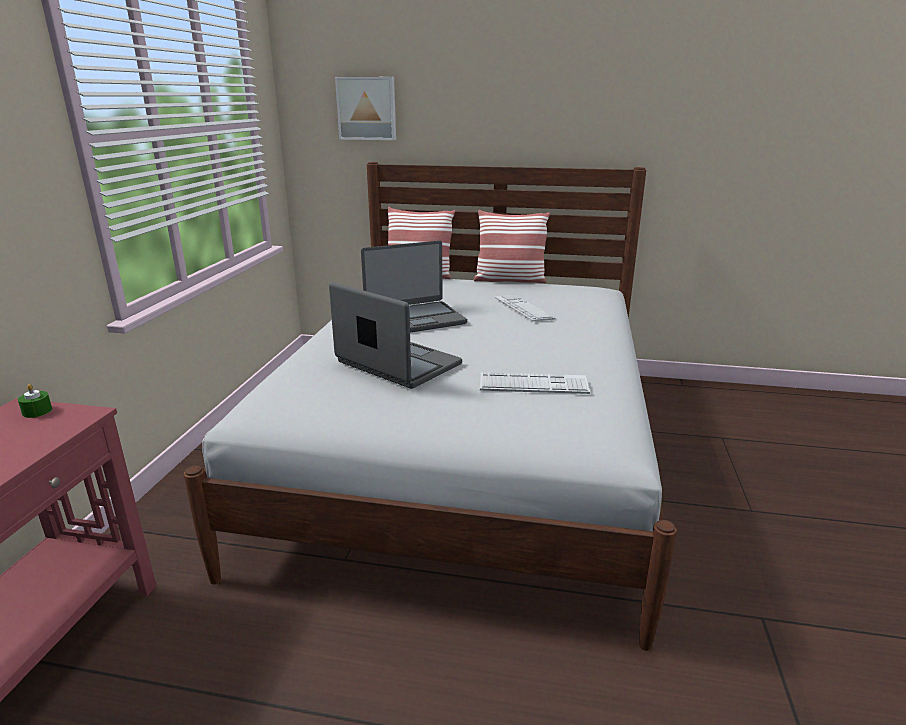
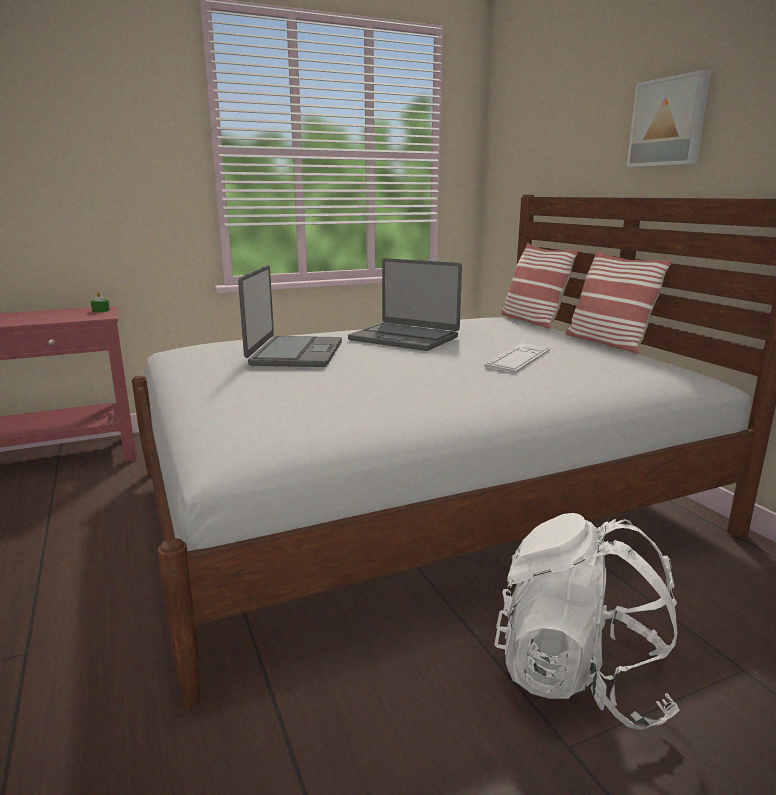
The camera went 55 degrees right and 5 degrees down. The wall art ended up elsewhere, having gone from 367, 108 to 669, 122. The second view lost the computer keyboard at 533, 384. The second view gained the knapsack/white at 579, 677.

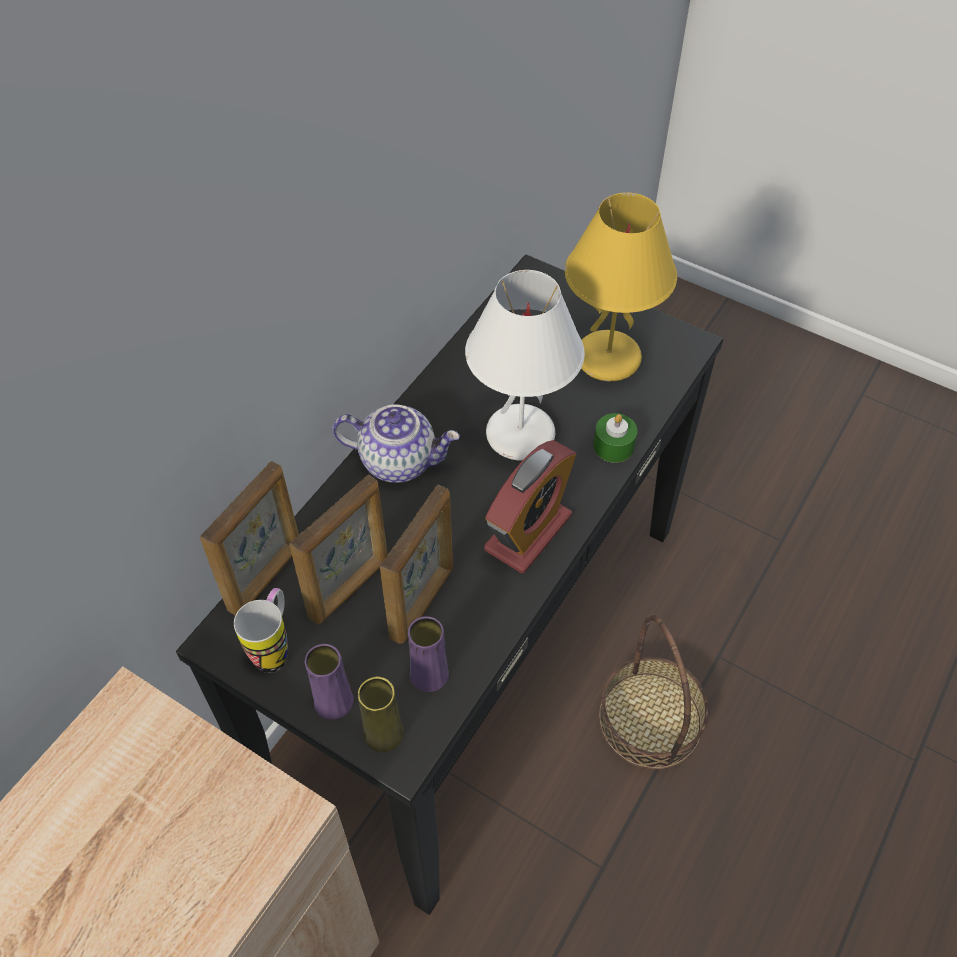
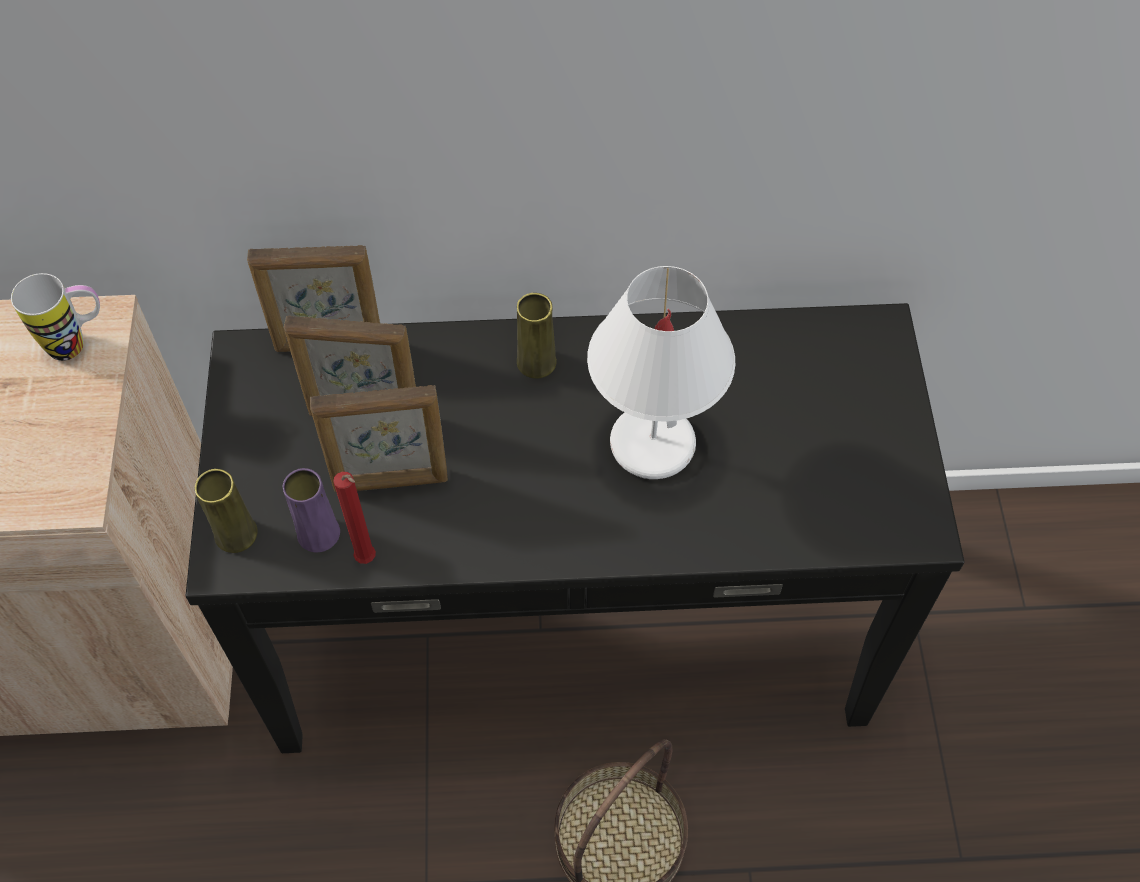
The camera went 55 degrees right and 5 degrees up. The second view lost the lamp for a table/yellow at 609, 358. Where the tea pot stood at 399, 460, the flower vase/yellow came to stand at 536, 362. The second view lost the wax light/green at 613, 446. The second view lost the alarm clock at 528, 533. The mug ended up elsewhere, having gone from 275, 648 to 78, 343. The second view lost the flower vase/purple at 333, 701. The second view gained the wax light/red at 368, 560.

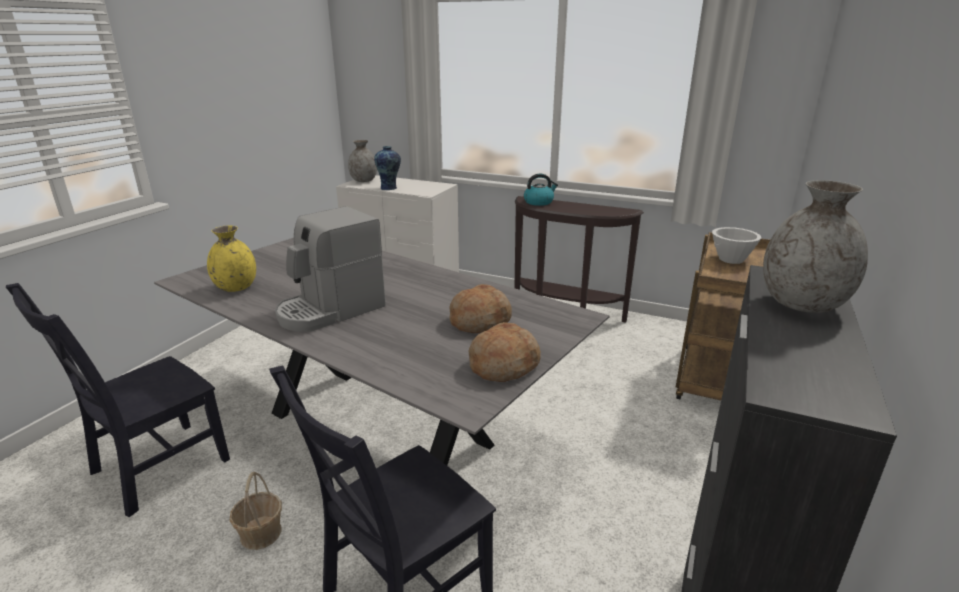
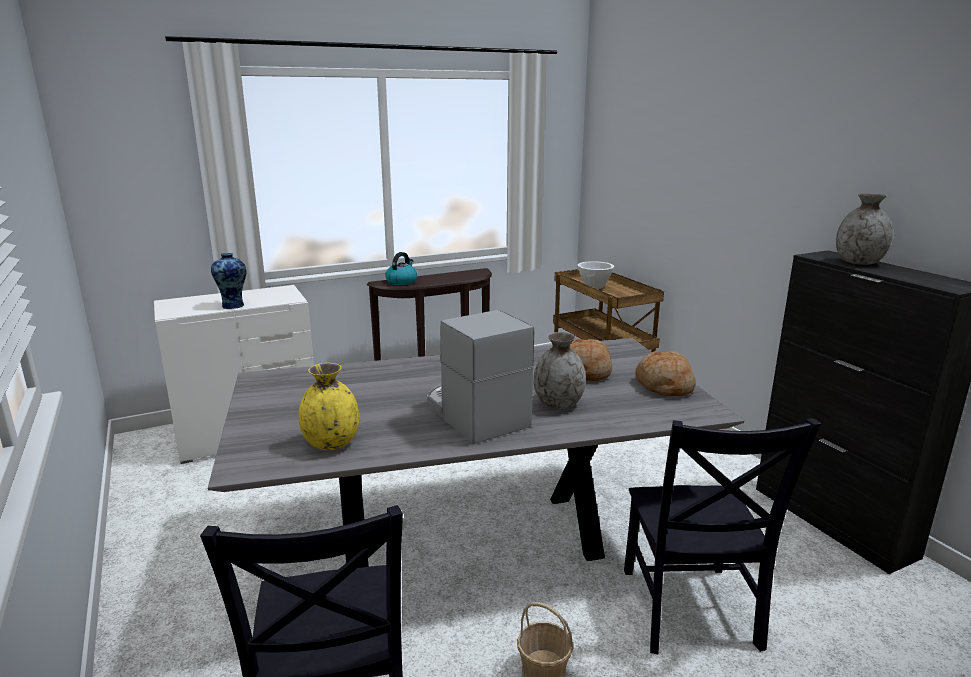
The camera went 50 degrees left and 5 degrees down. The flower vase/greyish ended up elsewhere, having gone from 363, 181 to 558, 404. The coffee machine at 330, 310 ended up facing another way, 150 degrees clockwise from before.

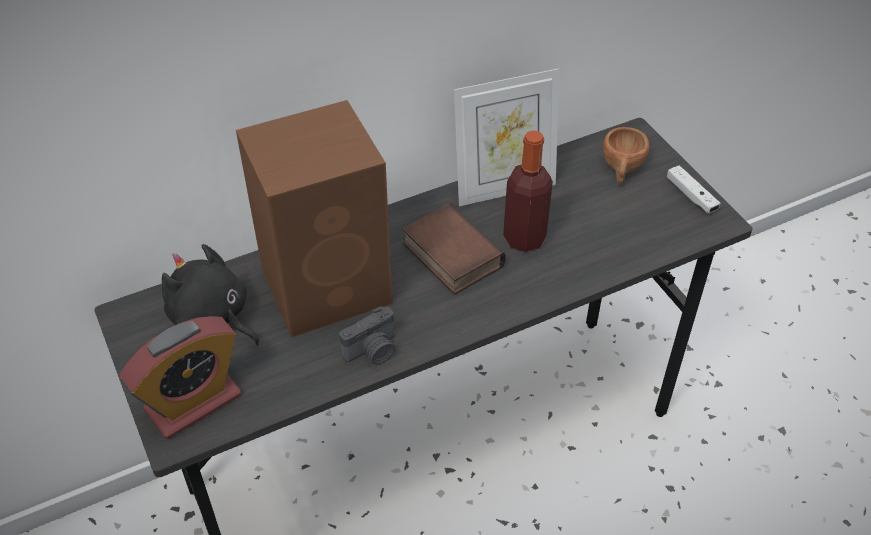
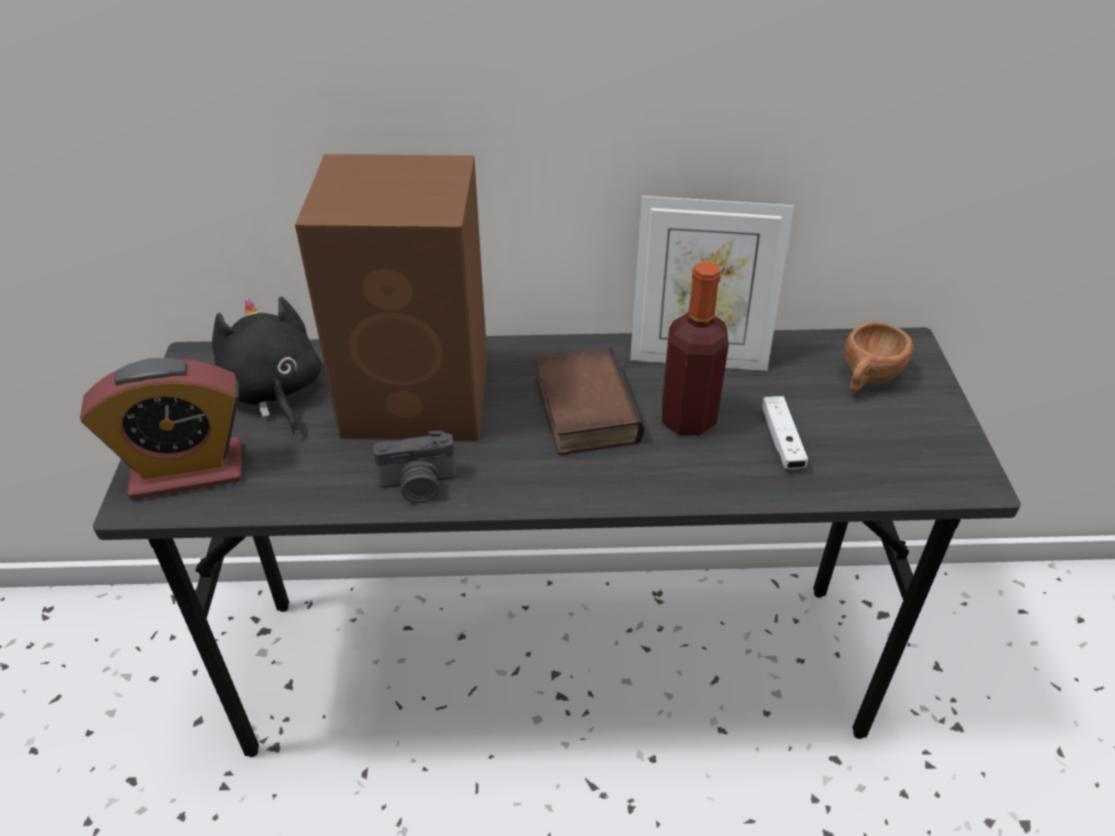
The camera went 25 degrees right and 5 degrees down. The gamepad/white ended up elsewhere, having gone from 691, 195 to 781, 441.

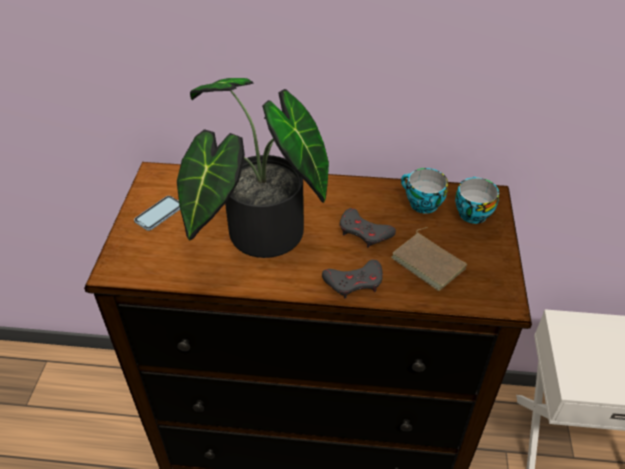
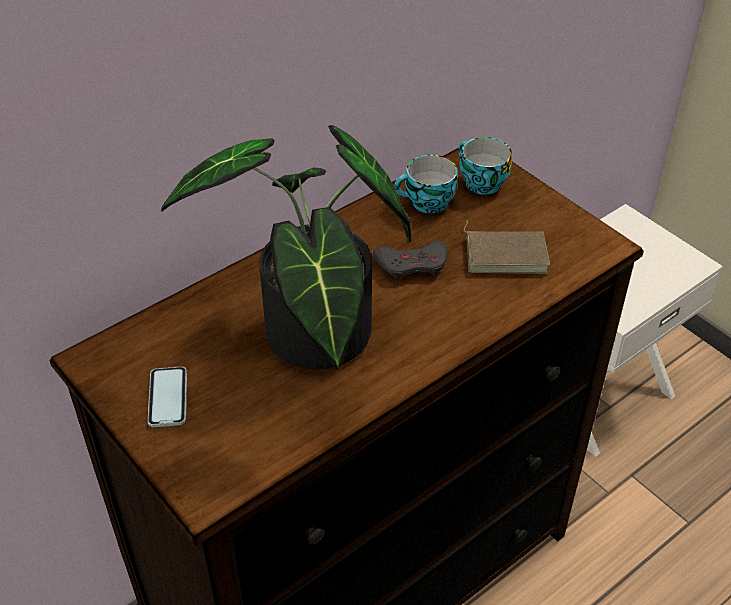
The camera went 45 degrees left and 0 degrees up. The second view lost the gamepad/greyish at 354, 282.

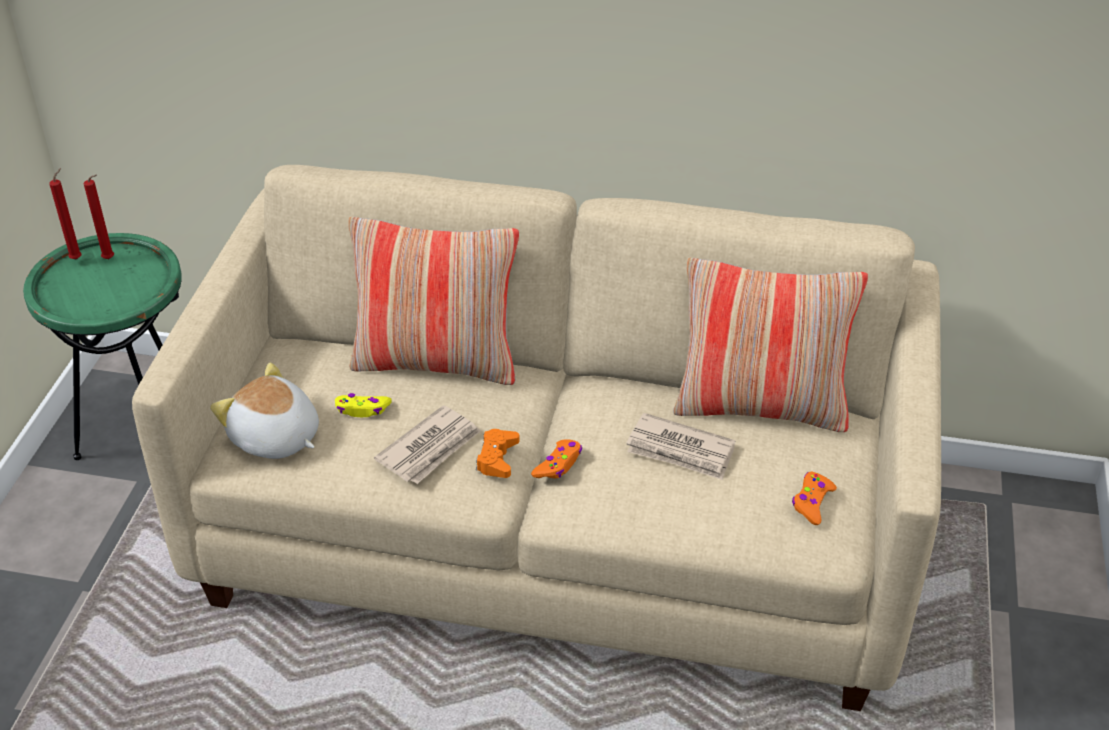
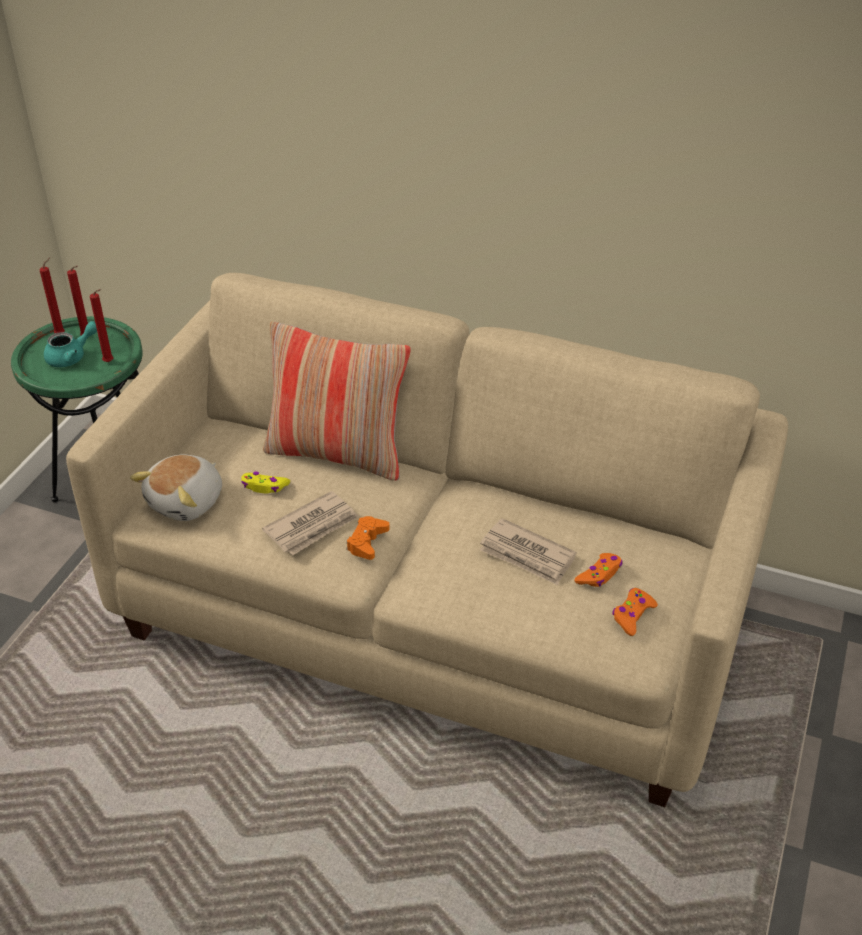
The camera went 10 degrees right and 0 degrees up. The second view lost the cushion at 760, 406. The cuddly toy at 275, 438 ended up facing another way, 105 degrees counterclockwise from before. The gamepad/orange ended up elsewhere, having gone from 558, 465 to 599, 575. The second view gained the wax light/red at 110, 362. The second view gained the tea pot/turquoise-coloured at 72, 357.

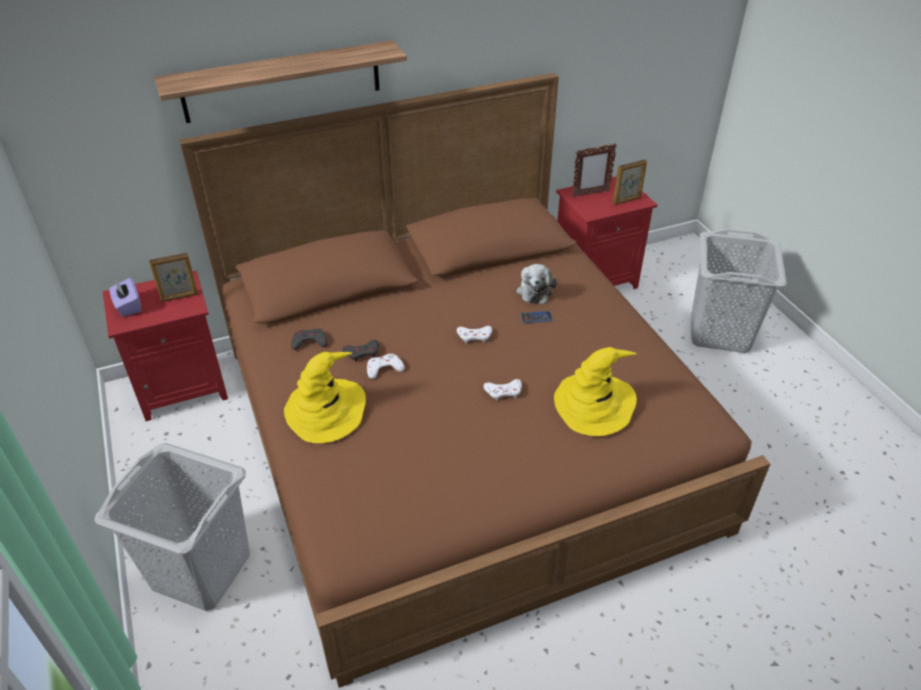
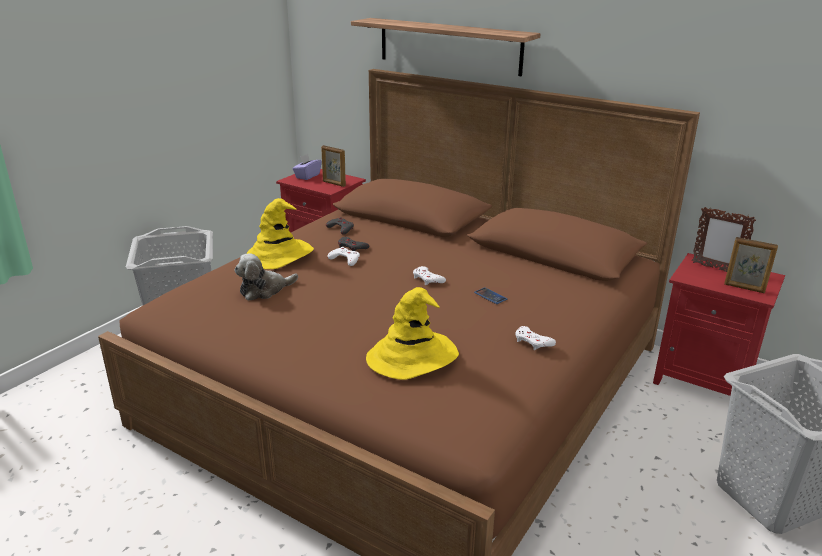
The camera went 55 degrees right and 15 degrees down. The cuddly toy ended up elsewhere, having gone from 534, 290 to 264, 290. The gamepad/white ended up elsewhere, having gone from 503, 392 to 533, 342.

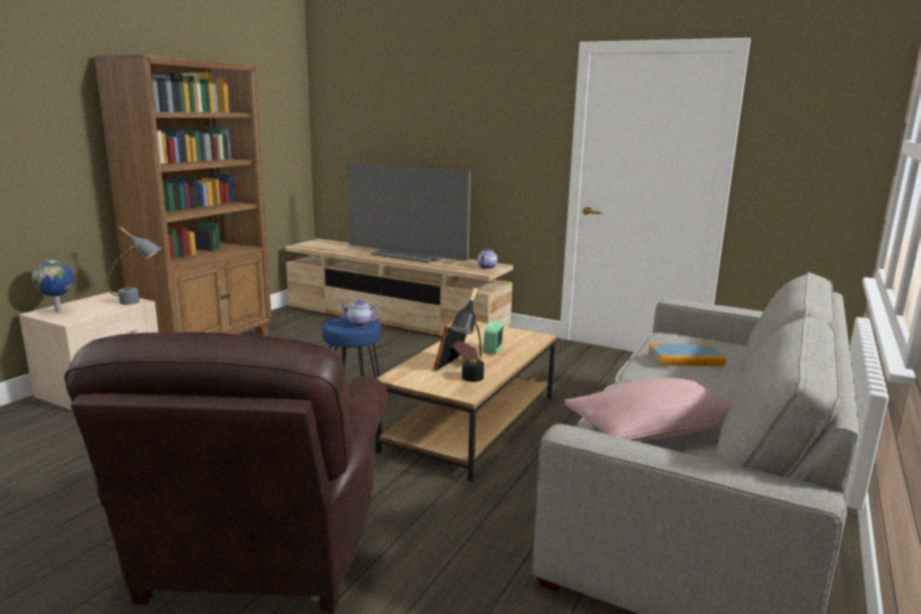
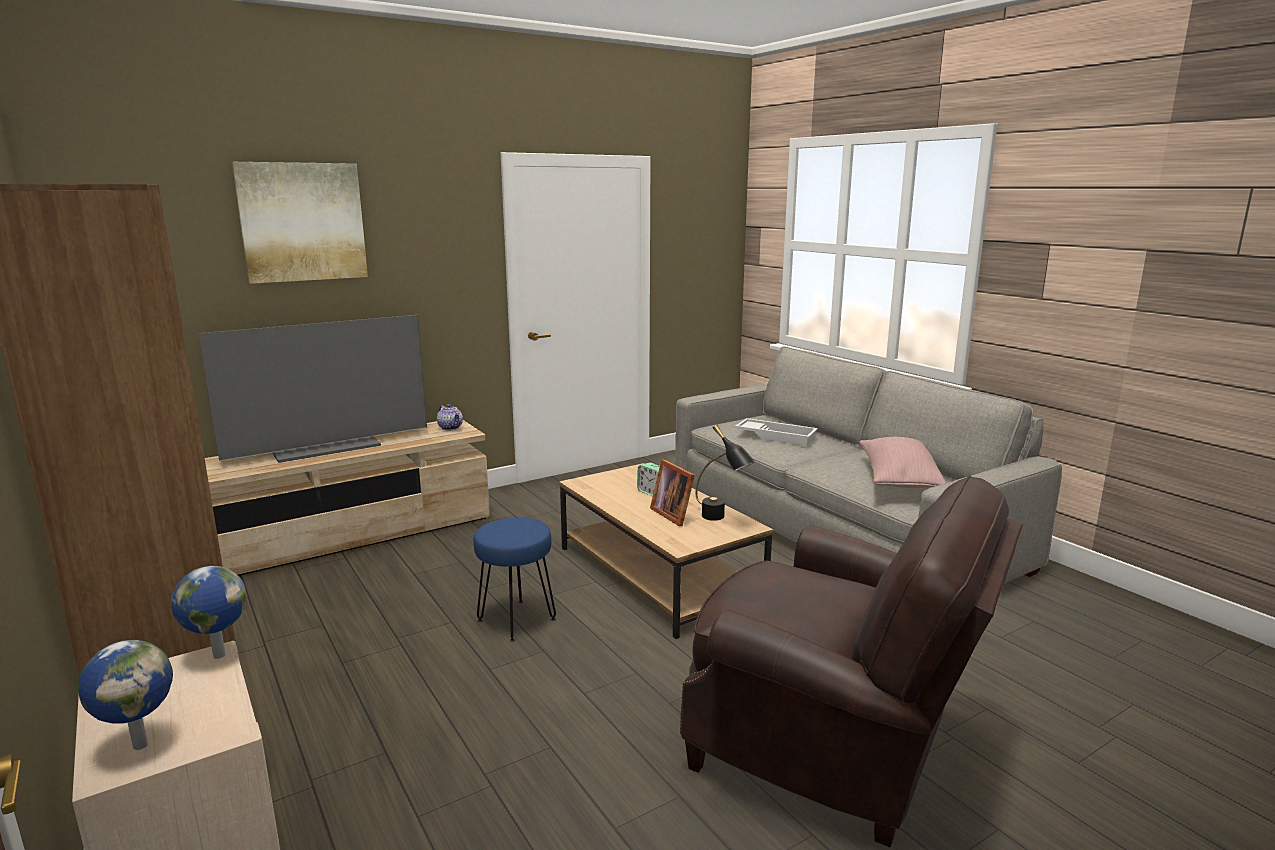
The camera went 60 degrees left and 0 degrees up. Where the lamp for a table/greyish stood at 138, 302, the globe came to stand at 218, 655. The second view lost the tea pot at 359, 324. Where the volume stood at 685, 358, the tray/white came to stand at 776, 436. The second view gained the wall art at 302, 222.

